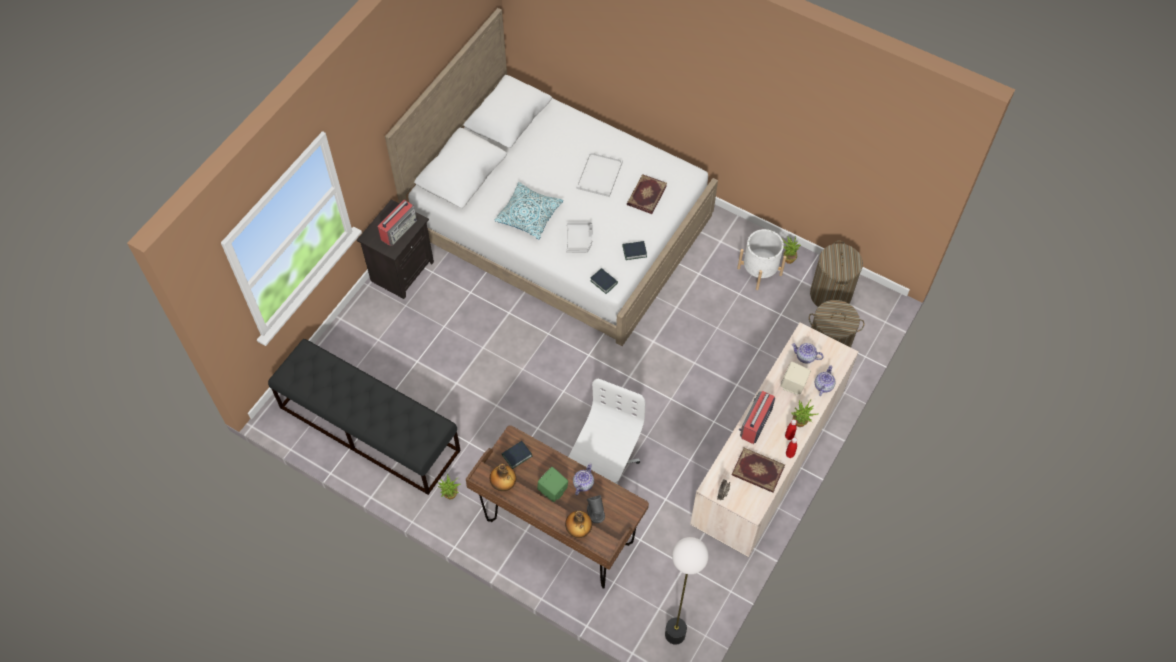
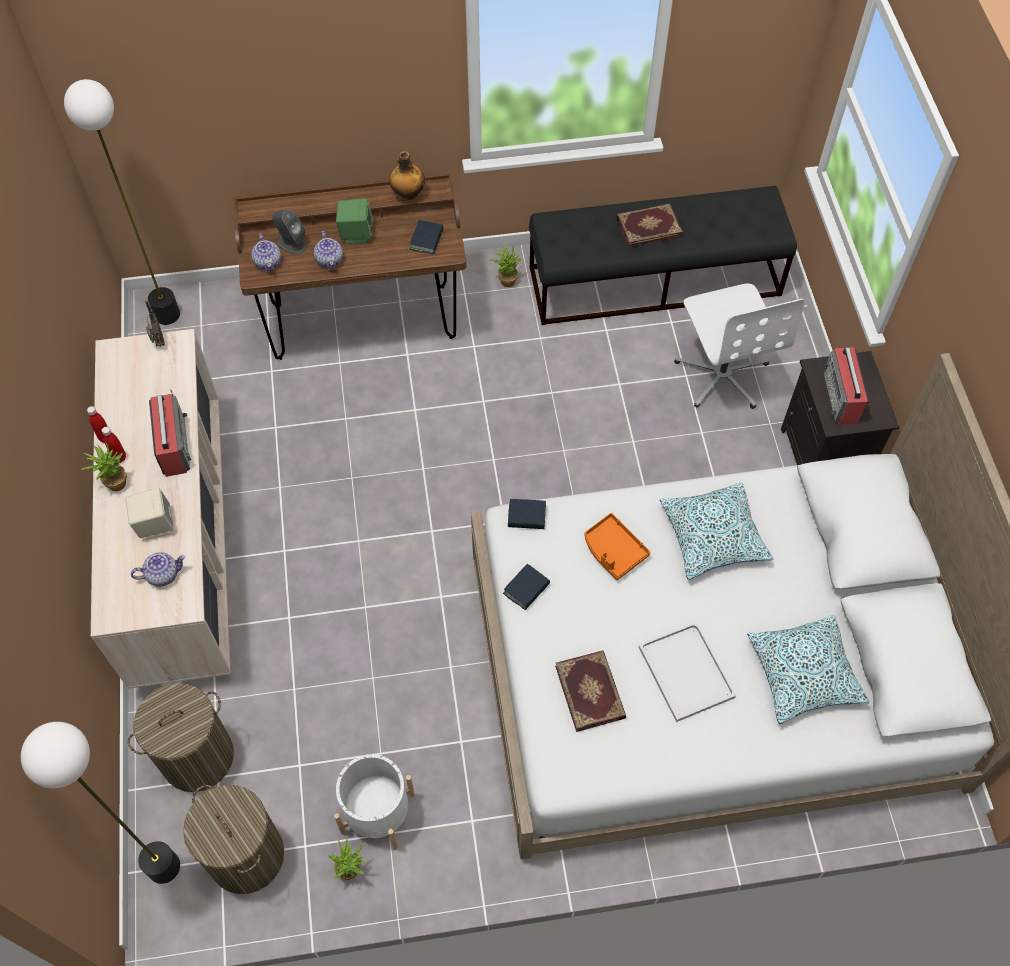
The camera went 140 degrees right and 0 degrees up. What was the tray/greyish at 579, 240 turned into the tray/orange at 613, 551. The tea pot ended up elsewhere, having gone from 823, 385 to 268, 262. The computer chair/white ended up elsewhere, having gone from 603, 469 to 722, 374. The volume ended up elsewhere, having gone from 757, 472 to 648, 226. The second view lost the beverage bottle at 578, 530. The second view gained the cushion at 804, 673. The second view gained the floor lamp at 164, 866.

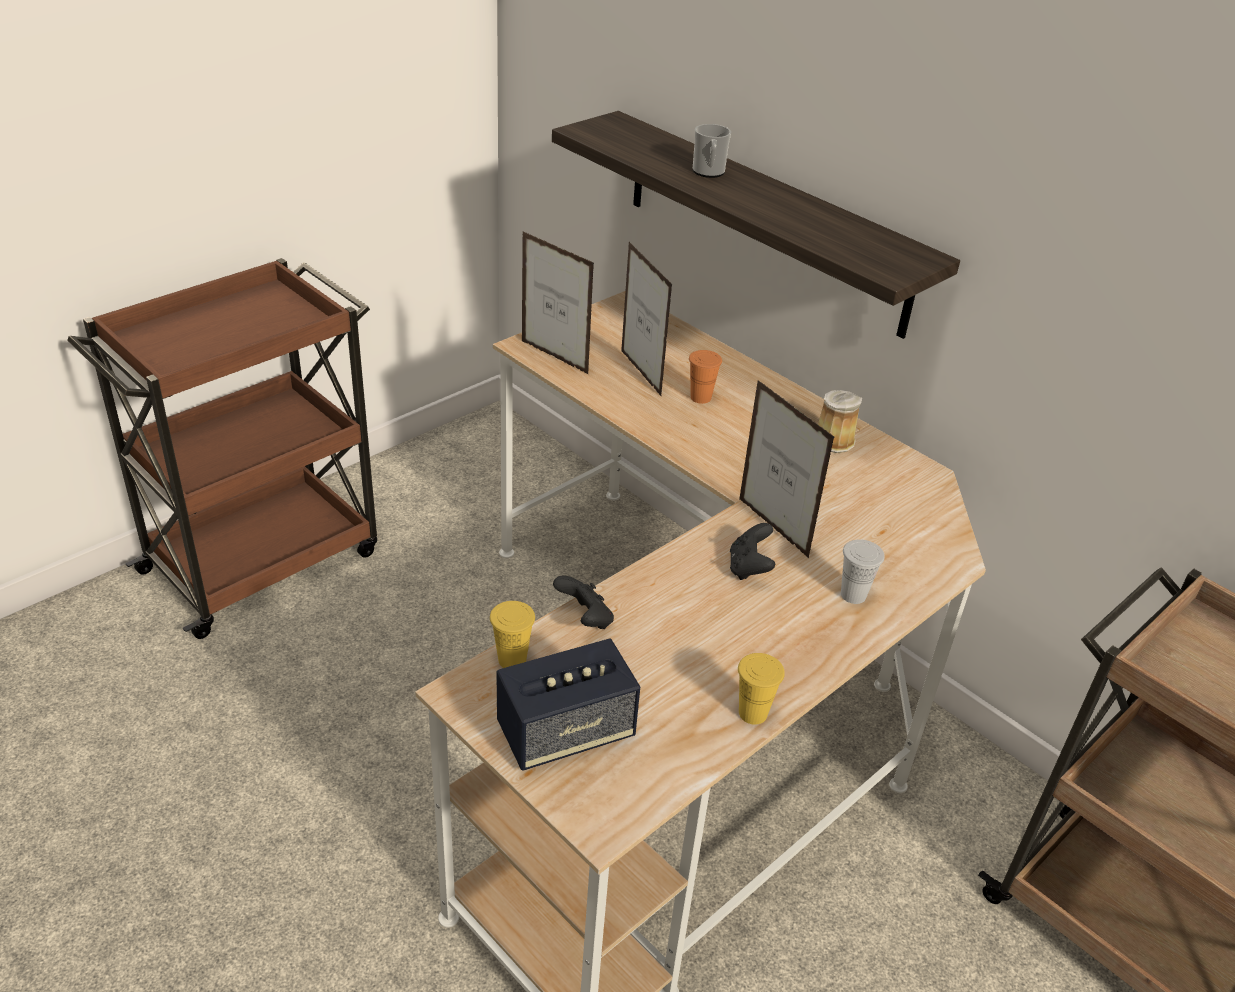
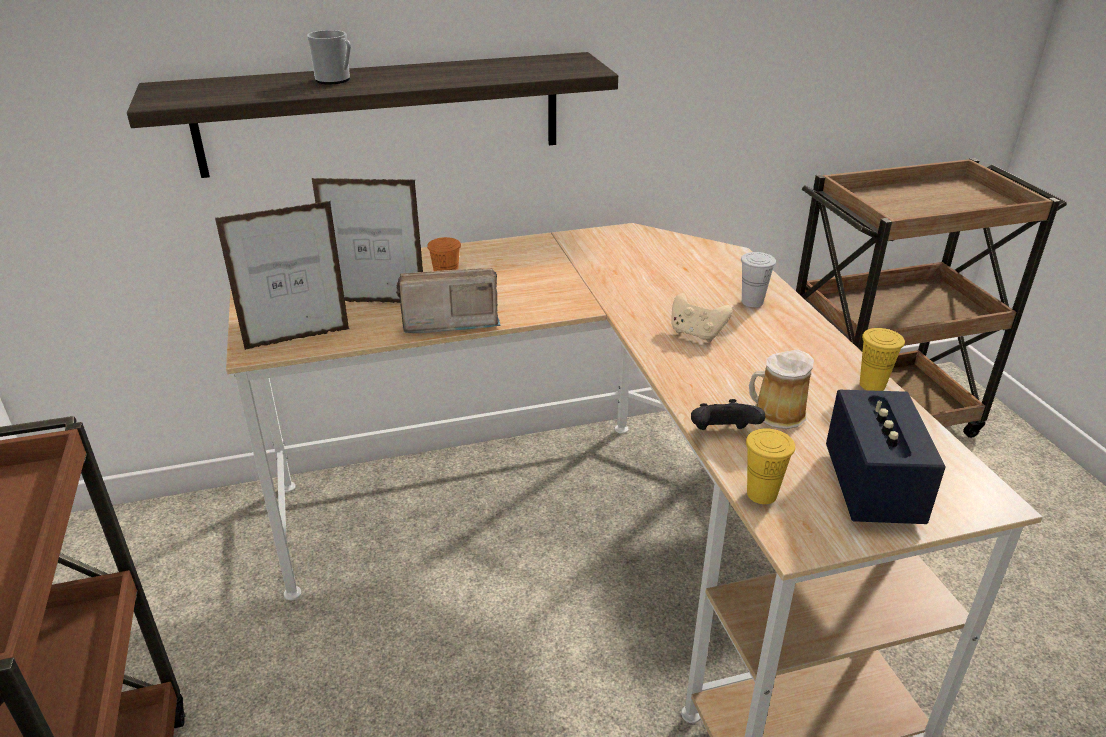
The camera went 60 degrees left and 5 degrees down. The second view lost the photo frame at 773, 528. The mug ended up elsewhere, having gone from 833, 439 to 775, 413. What was the gamepad/blackish at 749, 568 turned into the gamepad/sand-coloured at 696, 334. The second view gained the radio at 447, 321.

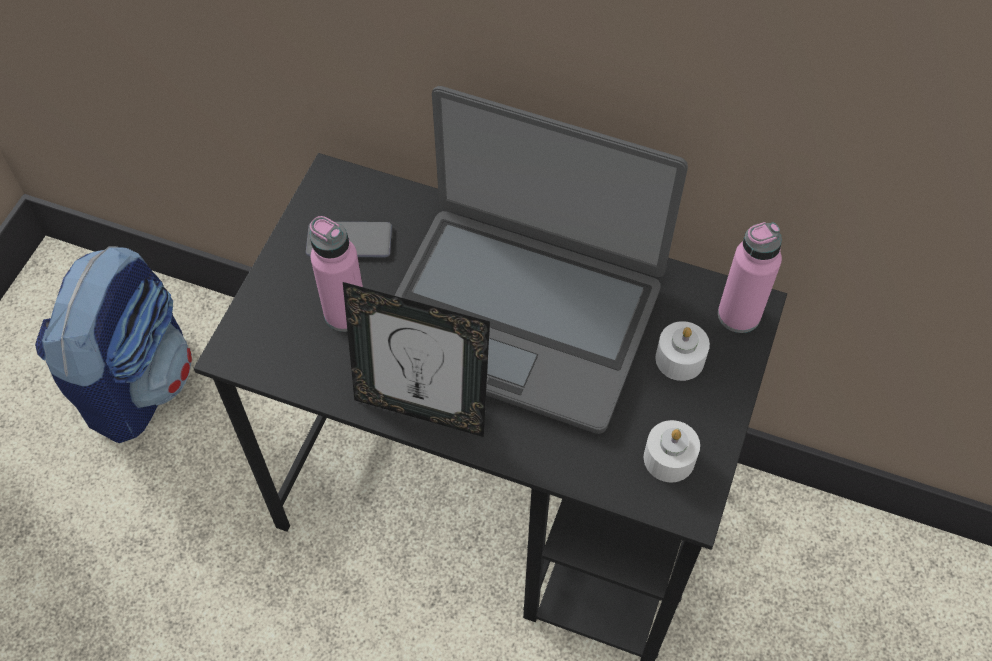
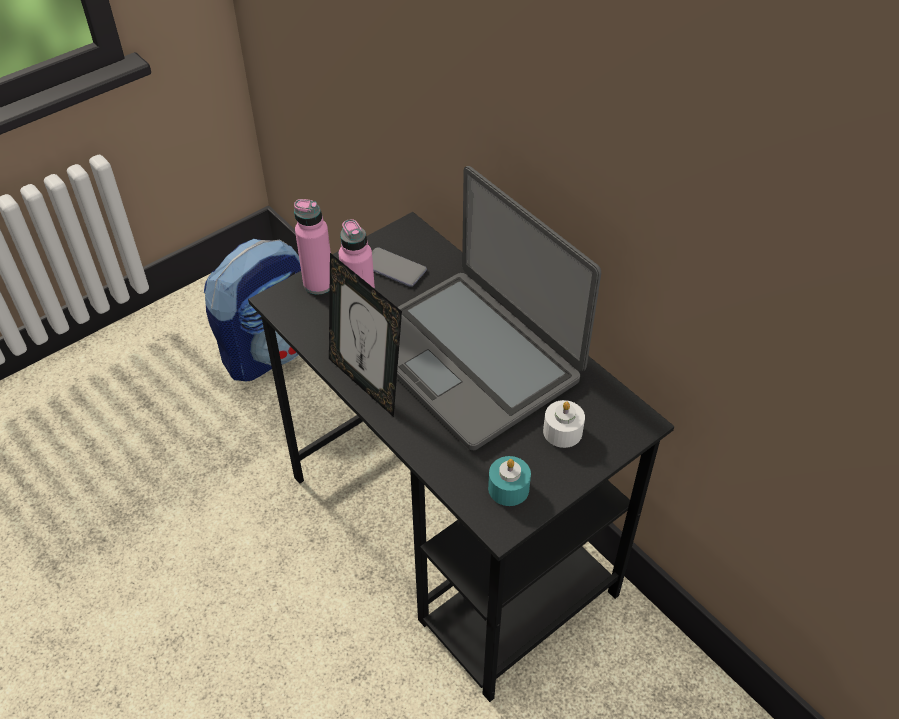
The camera went 30 degrees right and 10 degrees down. The beverage bottle/pink ended up elsewhere, having gone from 739, 315 to 318, 284. What was the wax light/white at 669, 458 turned into the wax light/turquoise-coloured at 508, 488.

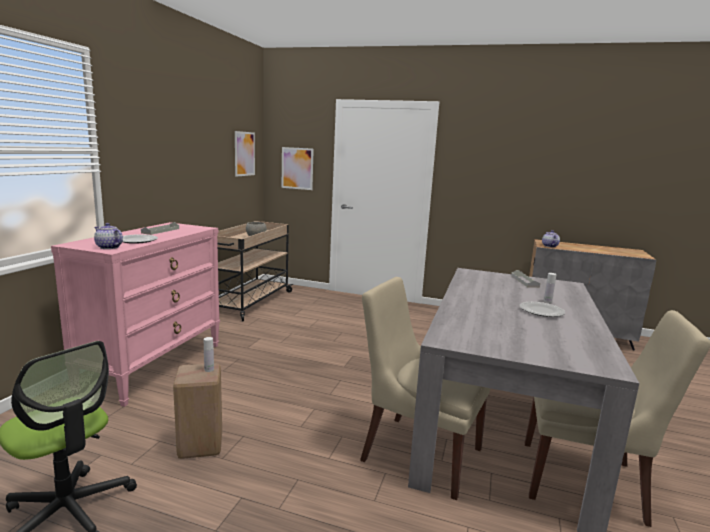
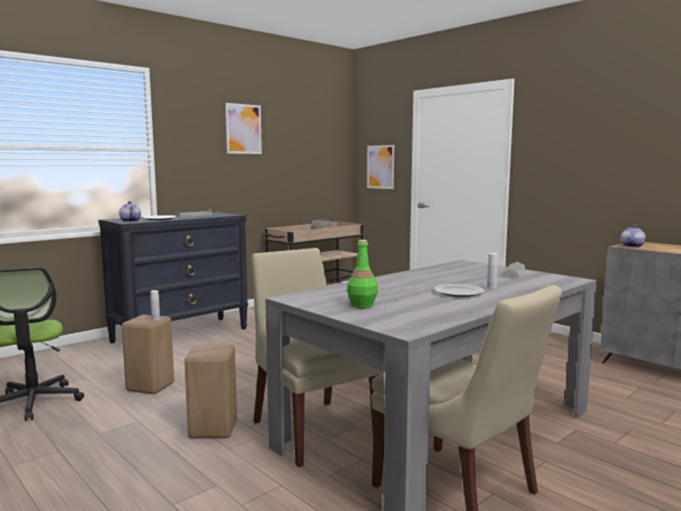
The camera went 30 degrees right and 5 degrees down. The wall art ended up elsewhere, having gone from 244, 153 to 243, 129. What was the dresser/pink at 153, 366 turned into the dresser/blackish at 181, 335. The second view gained the beverage bottle/green at 362, 305. The second view gained the sitting stool/sand-coloured at 212, 429.

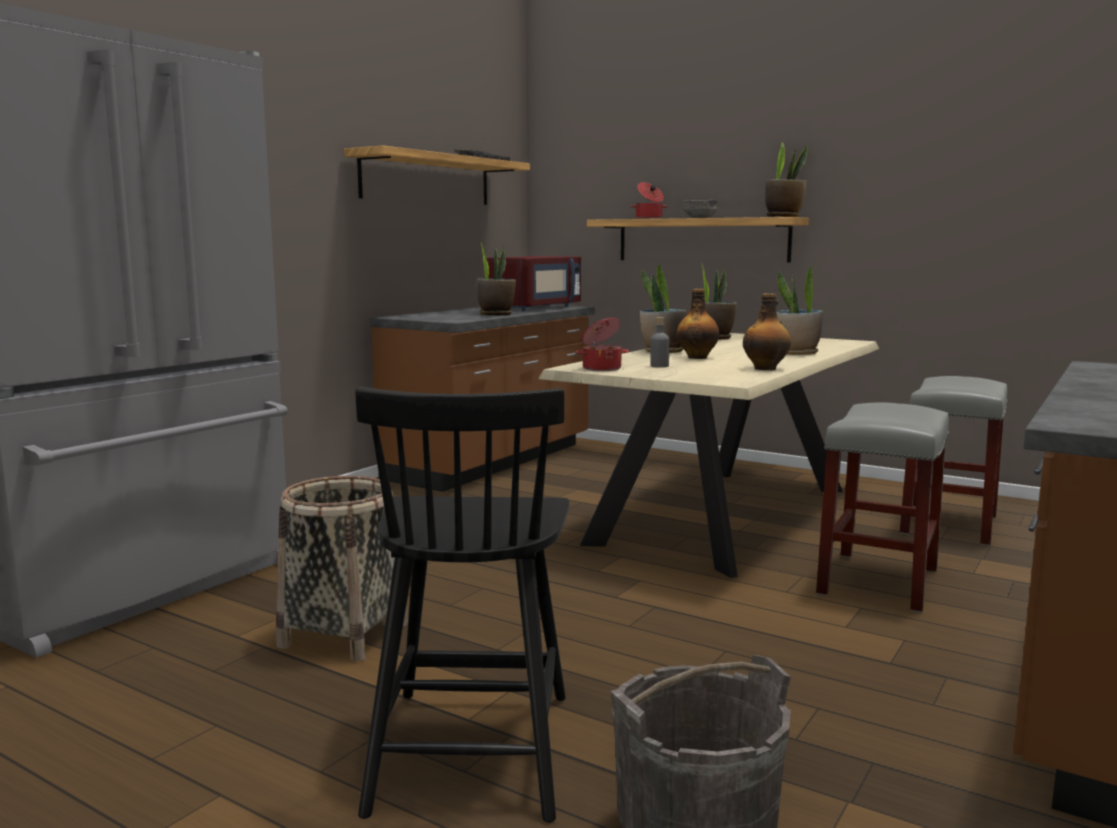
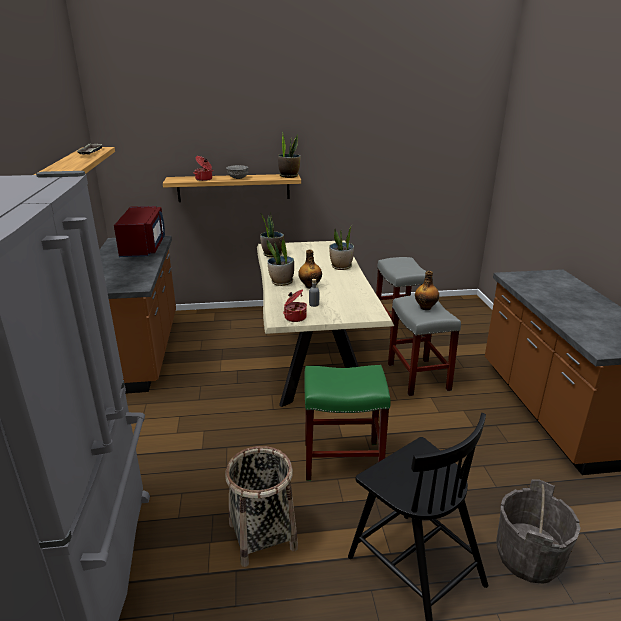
The camera went 40 degrees left and 15 degrees up. The second view lost the plant in a pot at 496, 314. The beverage bottle ended up elsewhere, having gone from 766, 368 to 425, 307. The second view gained the sitting stool/green at 341, 460.

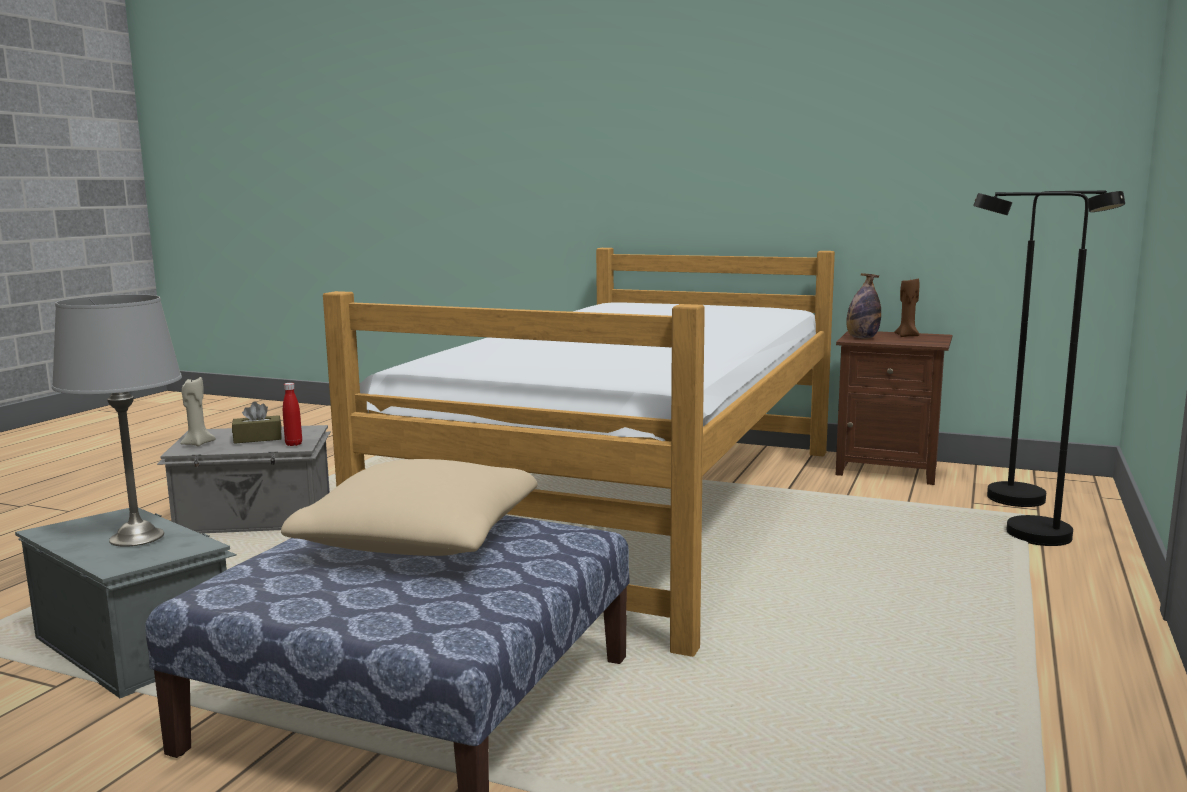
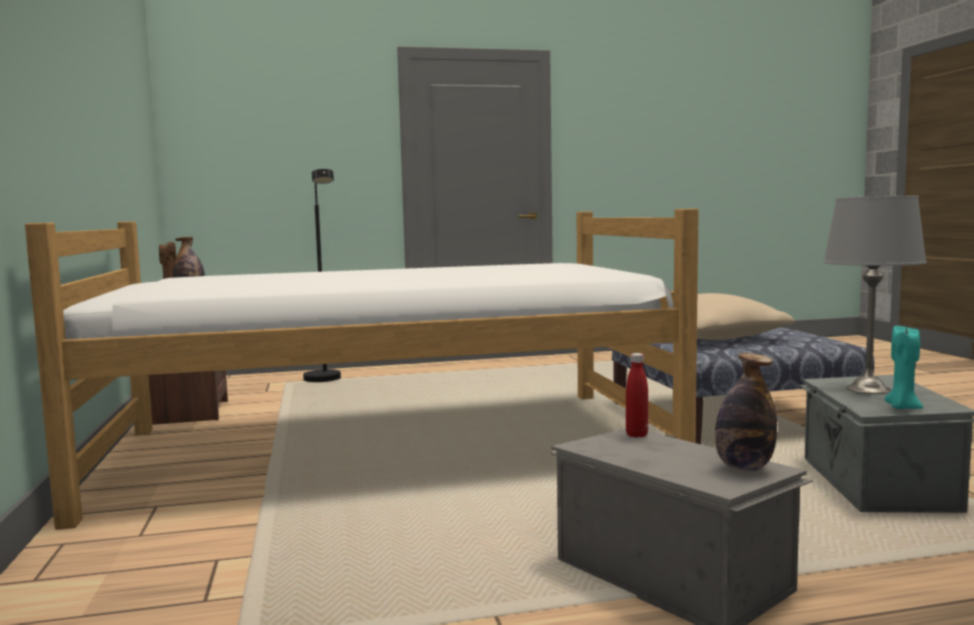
The camera went 125 degrees left and 5 degrees down. The second view lost the floor lamp/blackish at 1031, 502. Where the wax light/sand-coloured stood at 197, 444, the beverage bottle came to stand at 744, 467. The second view lost the box of tissues/brown at 258, 438. The second view gained the wax light/turquoise-coloured at 902, 407.

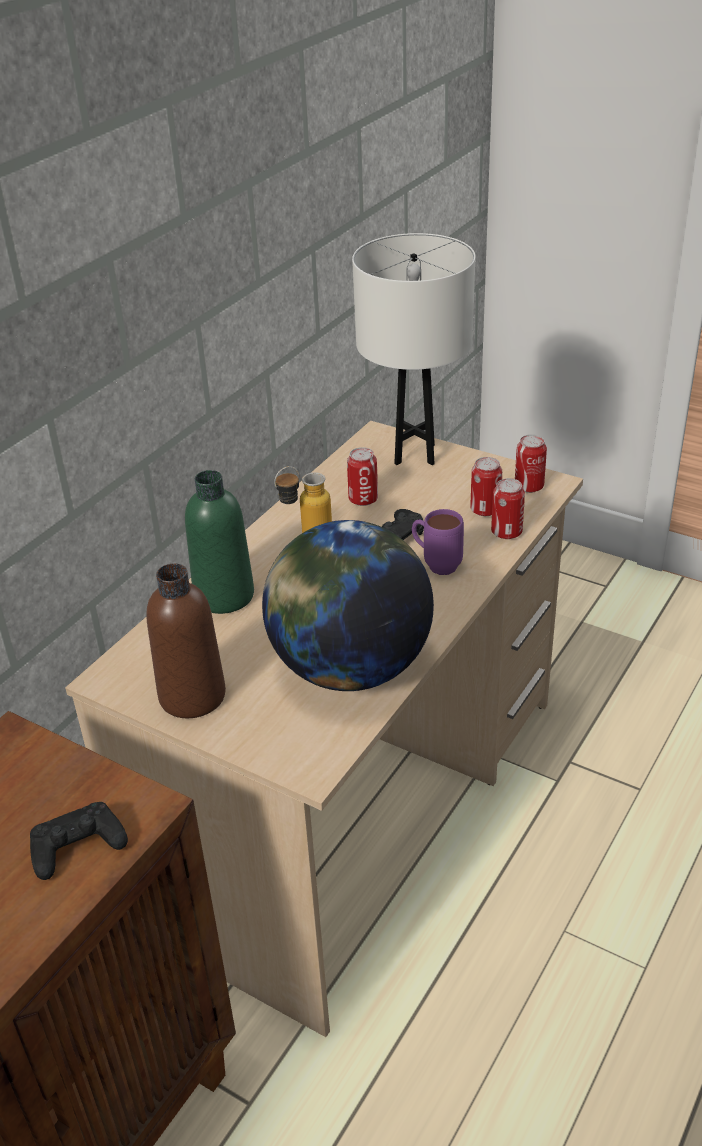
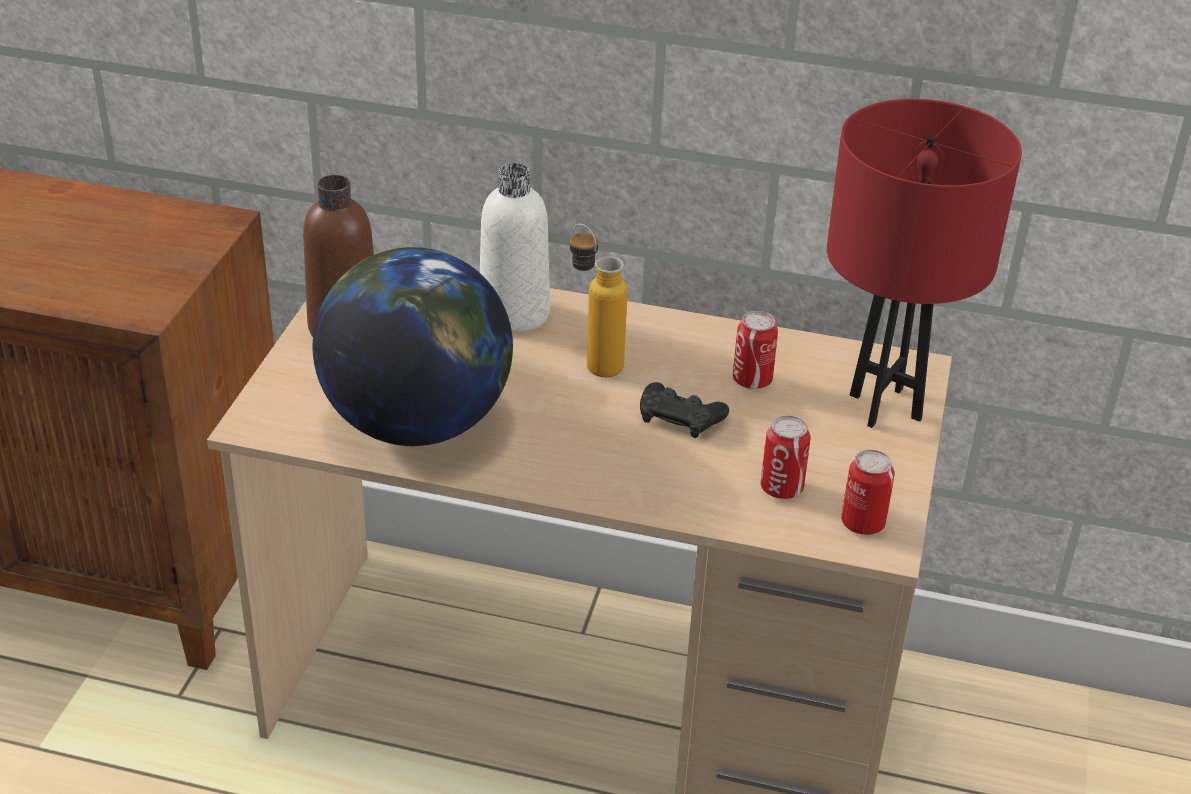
The camera went 70 degrees right and 0 degrees up. What was the lamp for a table/white at 414, 455 turned into the lamp for a table/red at 884, 407. What was the beverage bottle/green at 224, 596 turned into the beverage bottle/white at 514, 314. The second view lost the can at 506, 532. The second view lost the mug/purple at 436, 564. The second view lost the gamepad/blackish at 77, 846.

